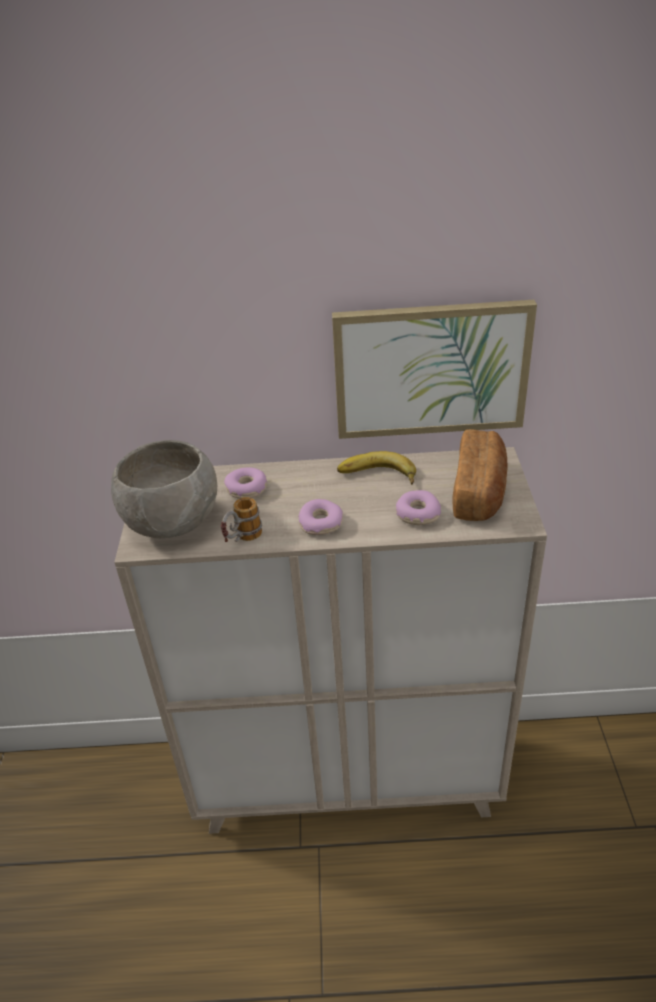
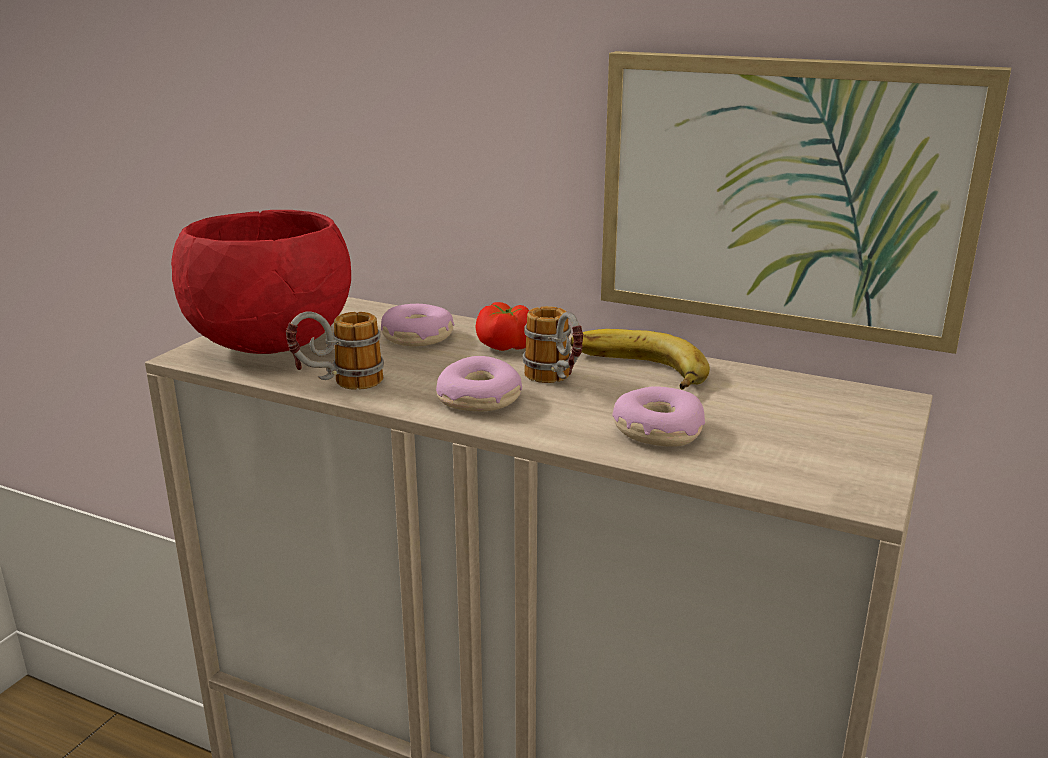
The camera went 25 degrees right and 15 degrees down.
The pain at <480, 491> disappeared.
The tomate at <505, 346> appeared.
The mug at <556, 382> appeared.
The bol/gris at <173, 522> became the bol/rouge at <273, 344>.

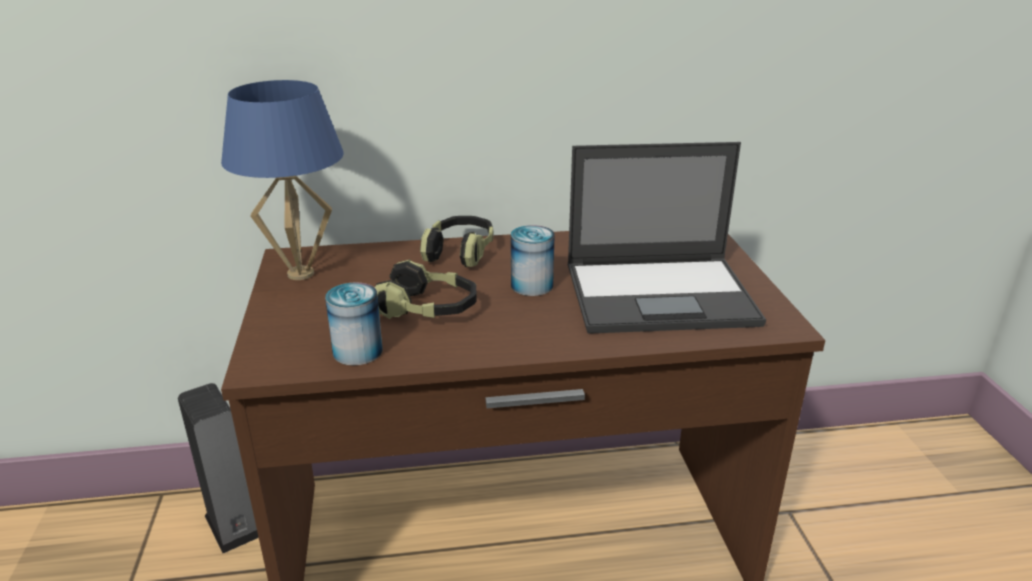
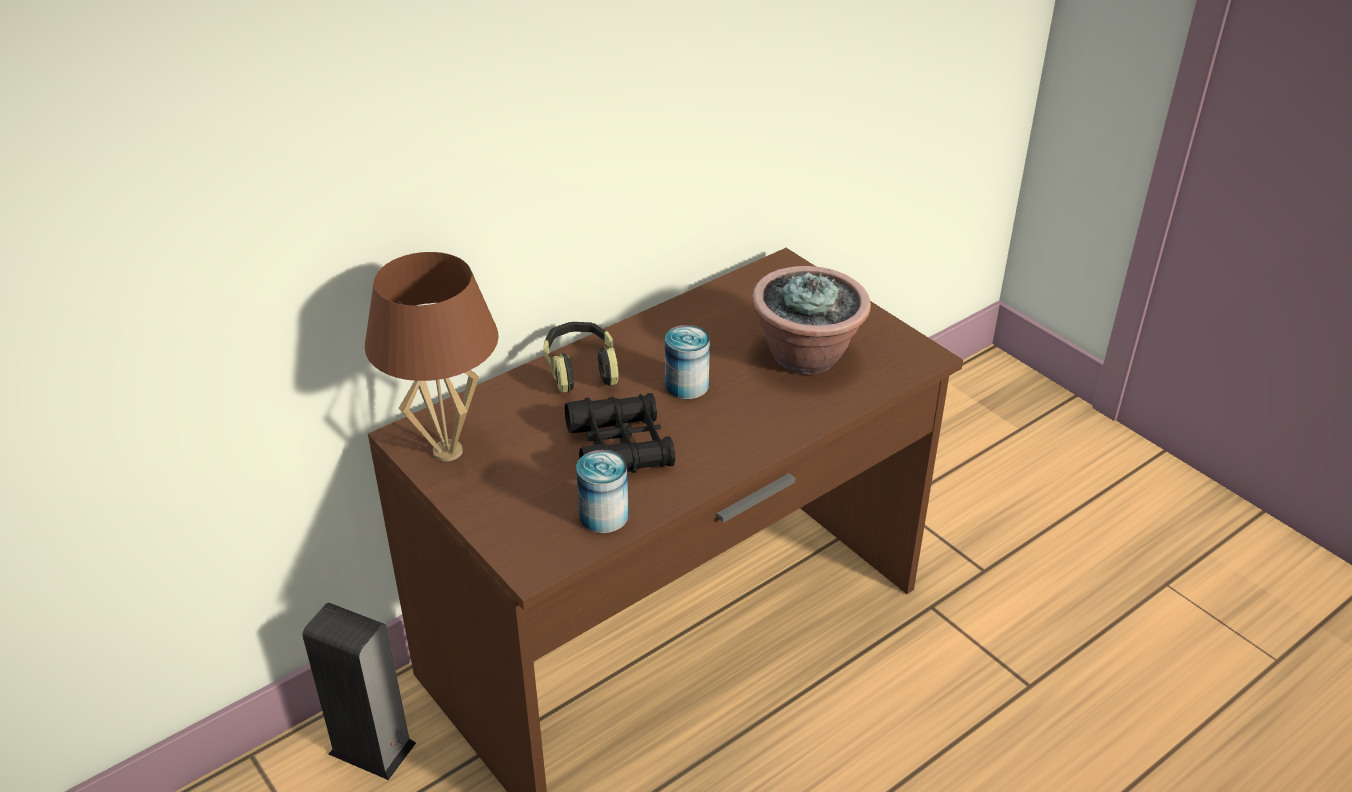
The camera went 30 degrees left and 10 degrees up.
The casque audio at <428, 310> was replaced by the jumelles/noir at <620, 447>.
The ordinateur portable at <661, 294> was replaced by the plante en pot at <806, 356>.
The lampe de table/bleu at <300, 274> became the lampe de table/marron at <447, 452>.

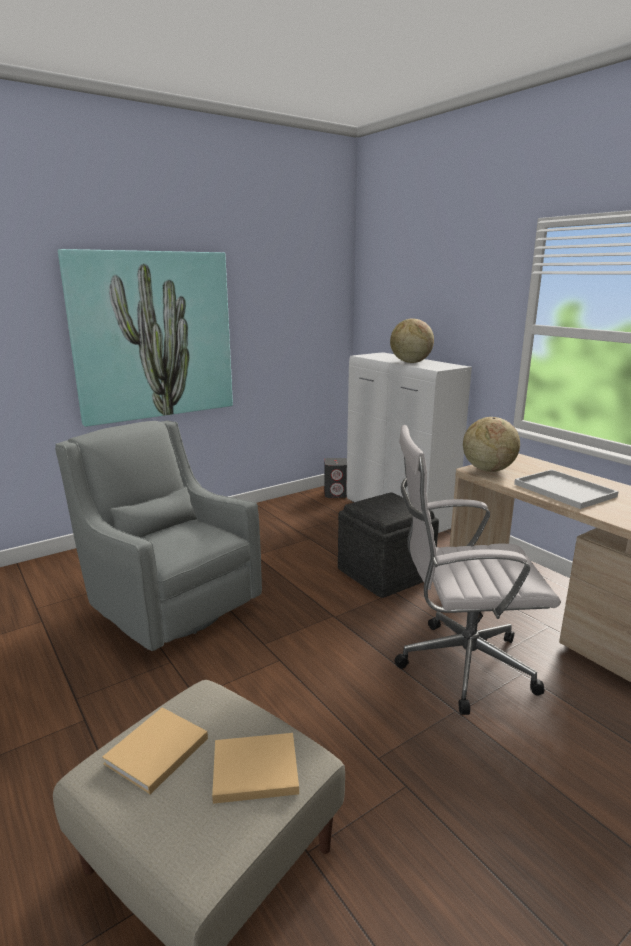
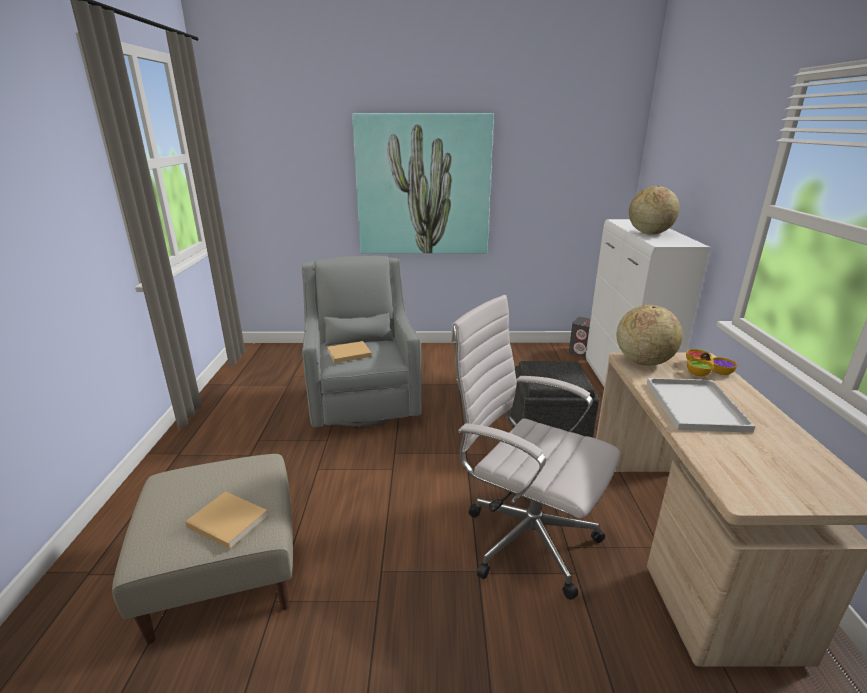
The camera went 35 degrees right and 5 degrees up.
The bol at <705, 370> appeared.
The livre/beige moved from <154, 753> to <347, 354>.

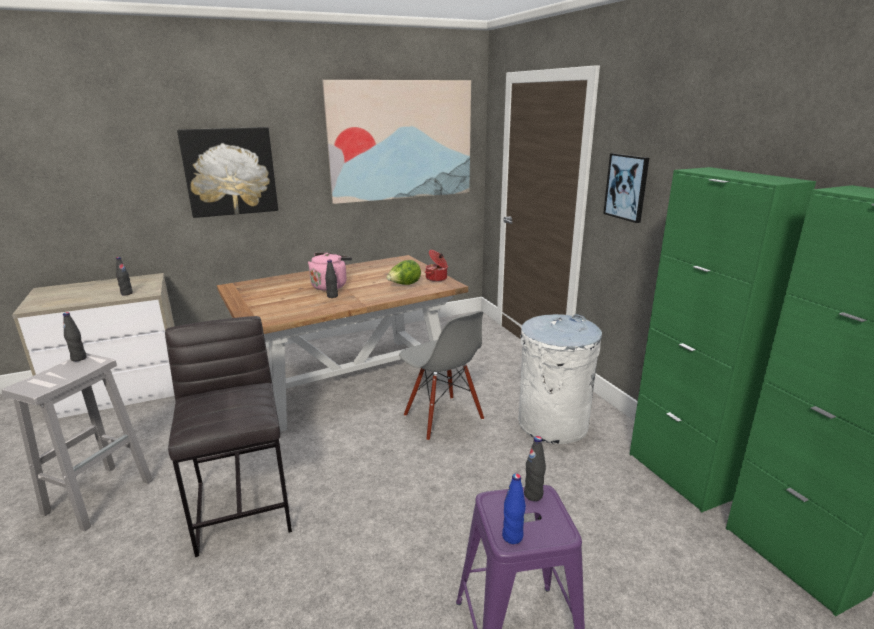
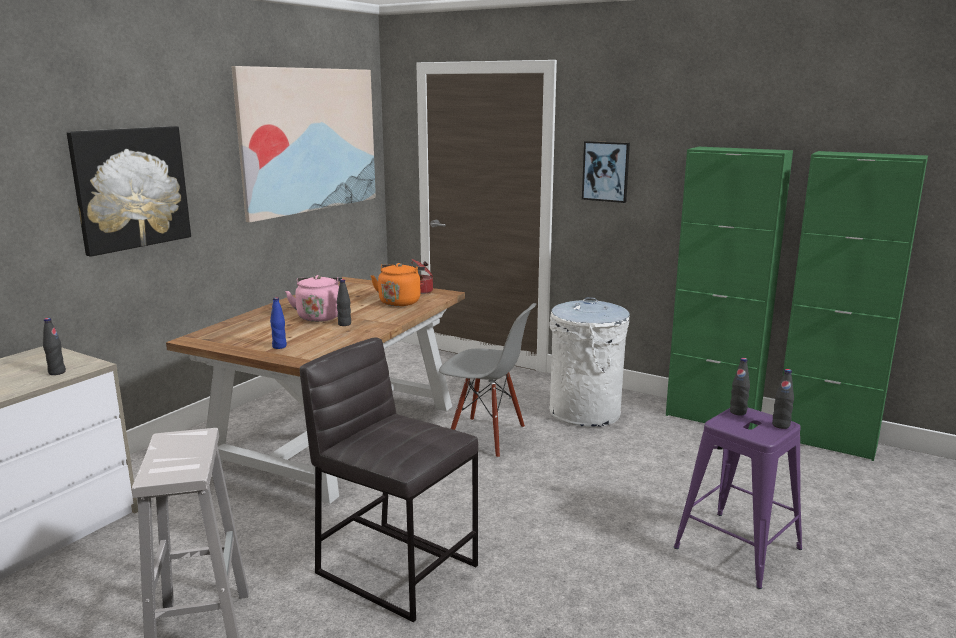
The camera went 35 degrees left and 5 degrees down.
The bouteille/noir moved from <79, 358> to <780, 425>.
The bouteille/bleu moved from <512, 537> to <279, 346>.
The laitue at <404, 285> was replaced by the bouilloire/orange at <400, 302>.

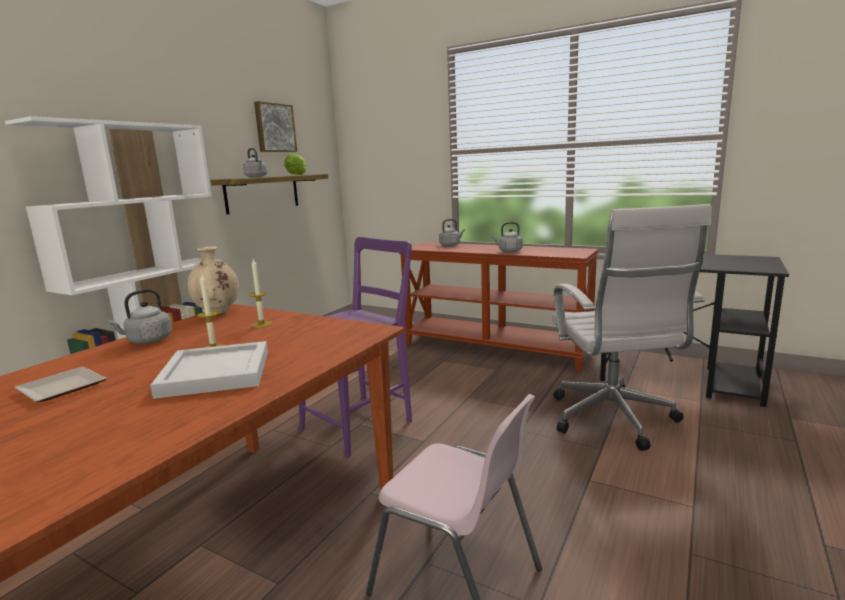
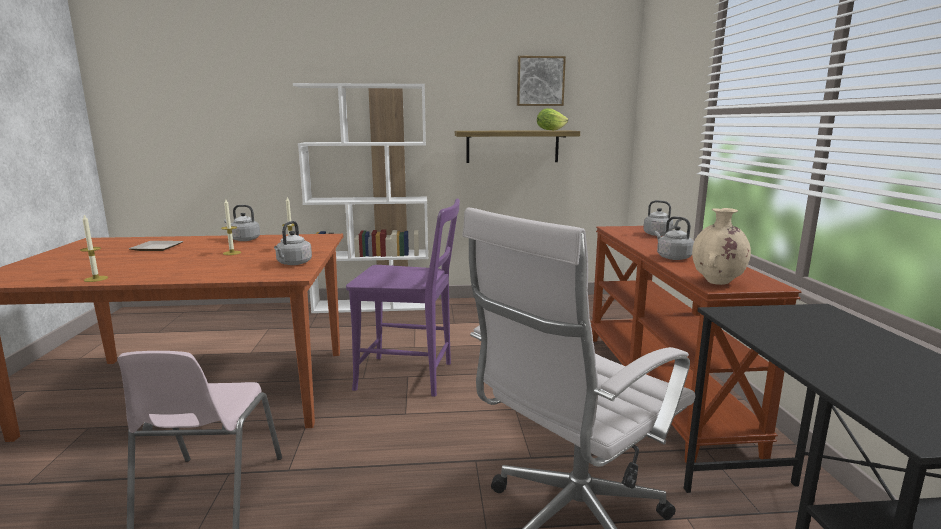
The camera went 55 degrees right and 0 degrees up.
The plateau/blanc at <214, 374> disappeared.
The bougie at <96, 279> appeared.
The vase/beige moved from <218, 312> to <717, 282>.
The bouilloire/gris moved from <256, 177> to <293, 263>.

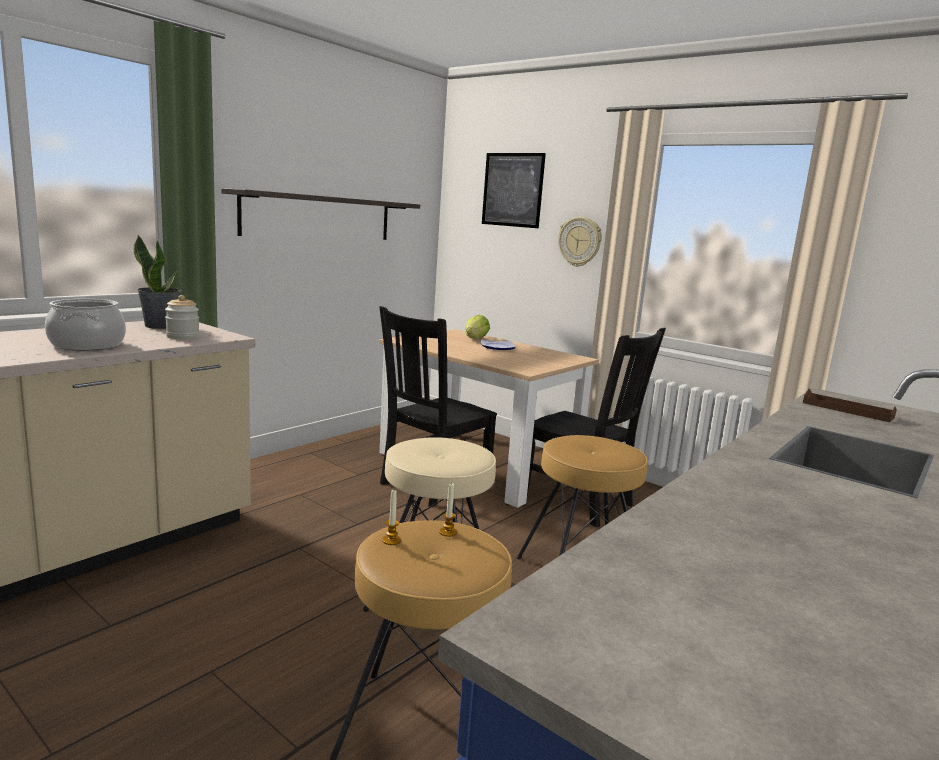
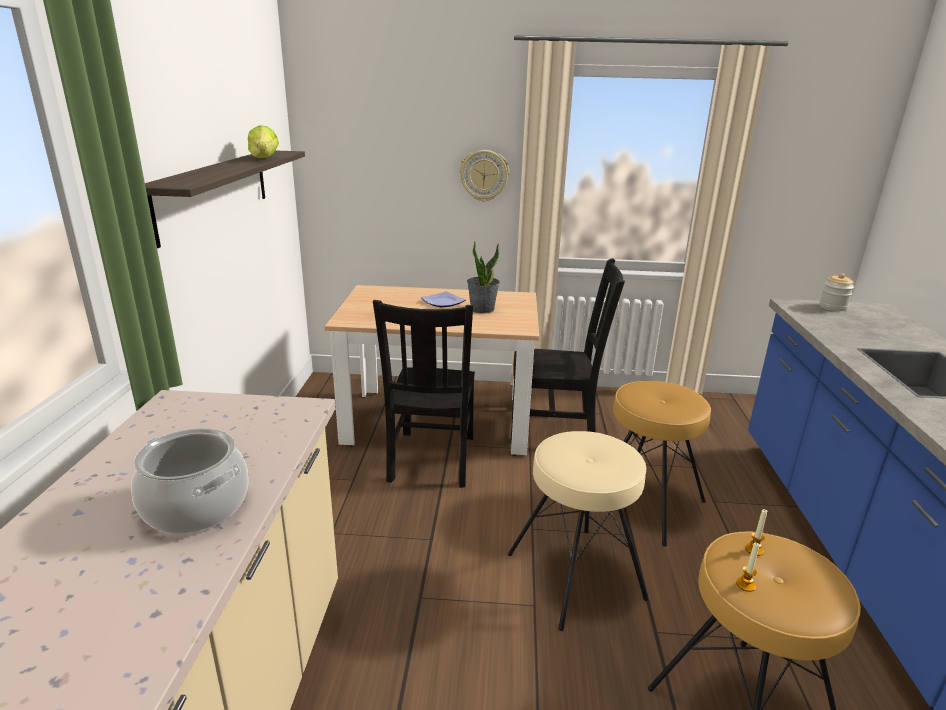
The camera went 35 degrees left and 10 degrees up.
The tableau at <512, 190> disappeared.
The plateau/marron at <847, 410> disappeared.
The plante en pot moved from <161, 326> to <482, 309>.
The bocal moved from <183, 337> to <833, 307>.
The laitue moved from <475, 339> to <264, 159>.

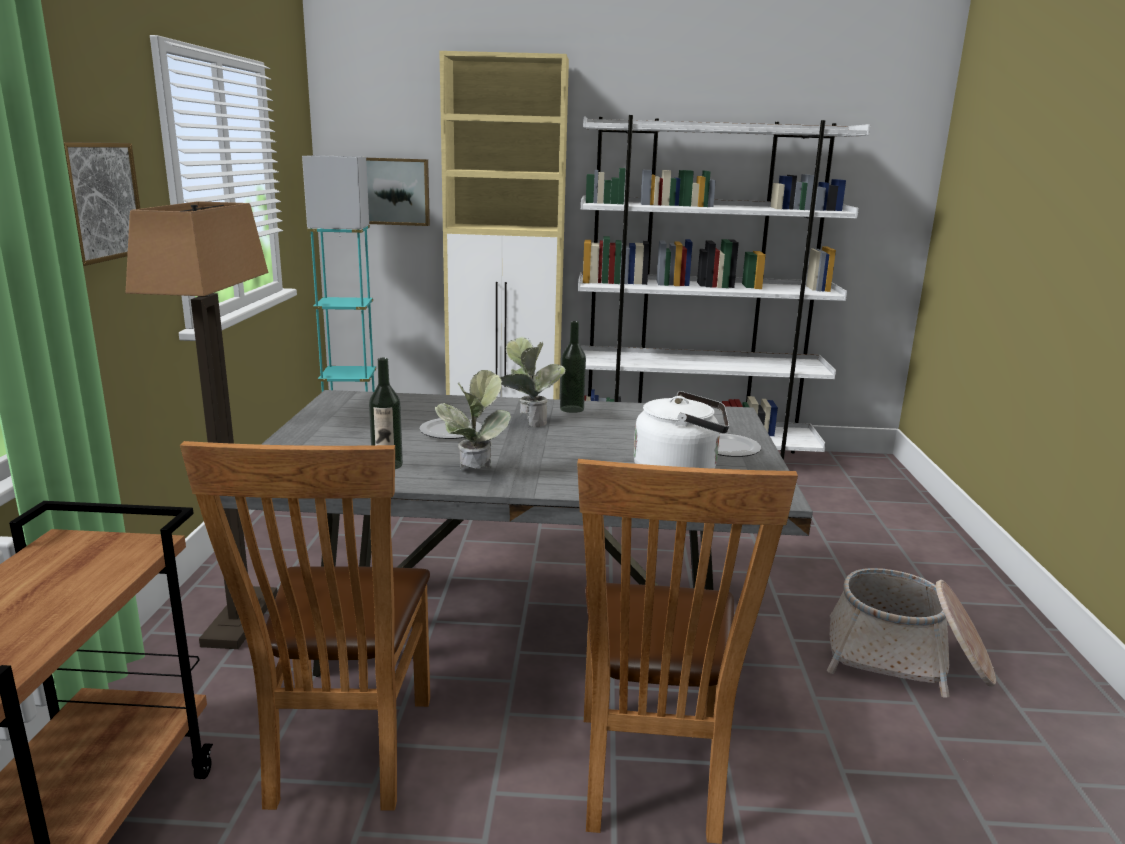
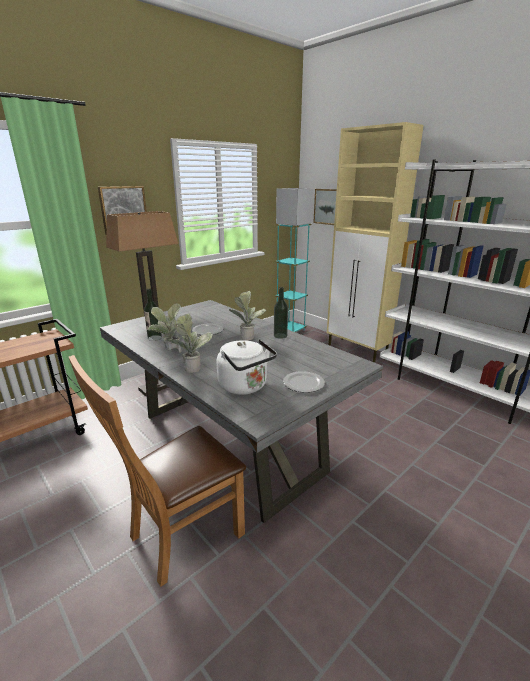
The camera went 45 degrees right and 5 degrees up.
The chaise/marron at <345, 757> disappeared.
The panier at <906, 659> disappeared.
The plante en pot at <191, 367> appeared.

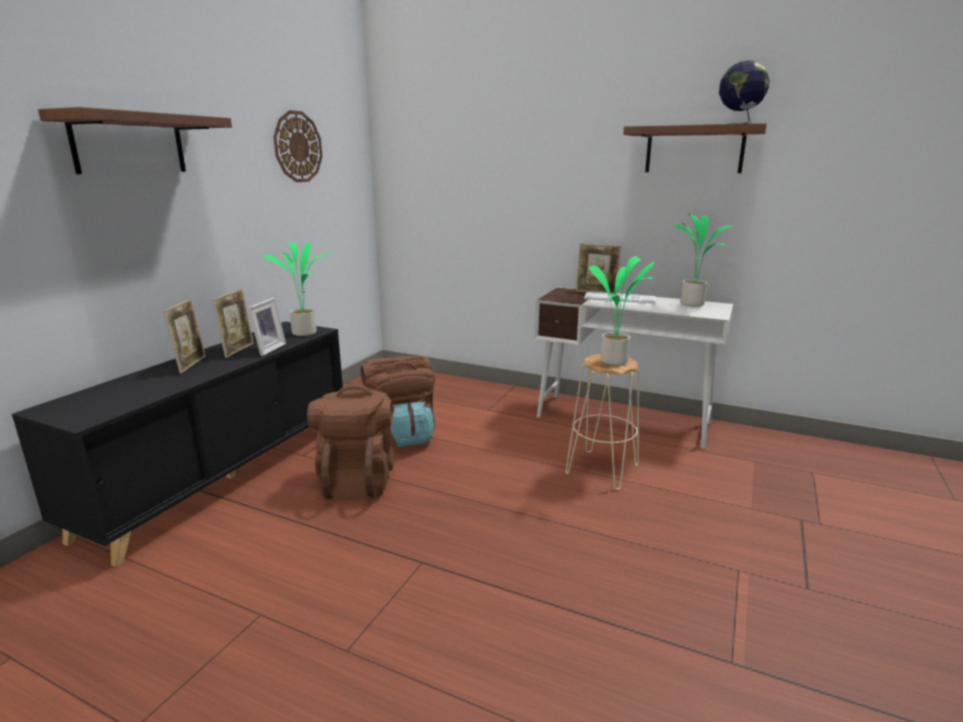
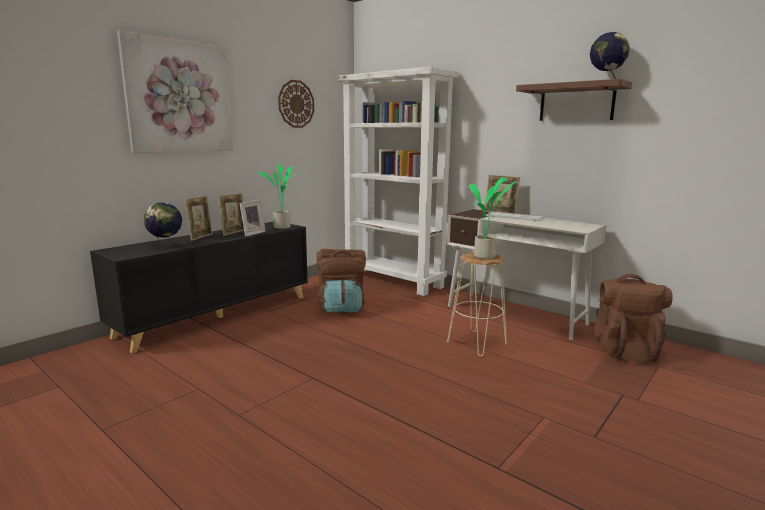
The camera went 15 degrees right and 5 degrees down.
The plante en pot at <692, 303> disappeared.
The globe at <166, 246> appeared.
The bibliothèque/blanc at <394, 281> appeared.
The sac à dos/marron moved from <358, 480> to <624, 349>.
The étagère at <129, 144> was replaced by the tableau at <179, 97>.

